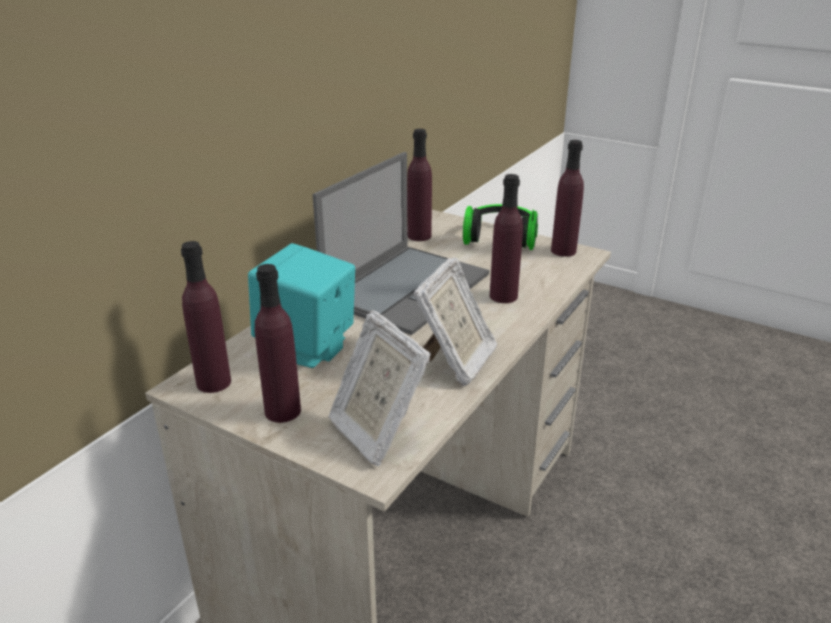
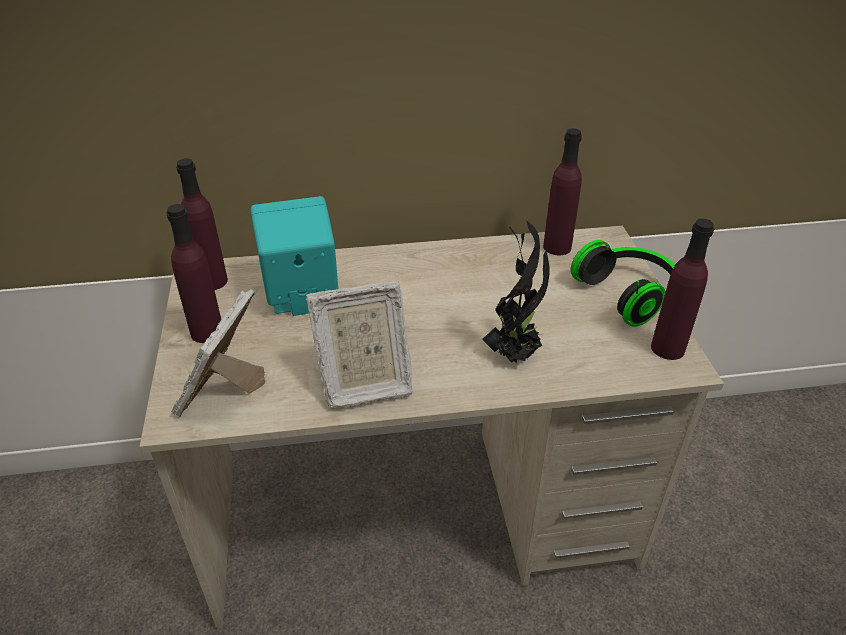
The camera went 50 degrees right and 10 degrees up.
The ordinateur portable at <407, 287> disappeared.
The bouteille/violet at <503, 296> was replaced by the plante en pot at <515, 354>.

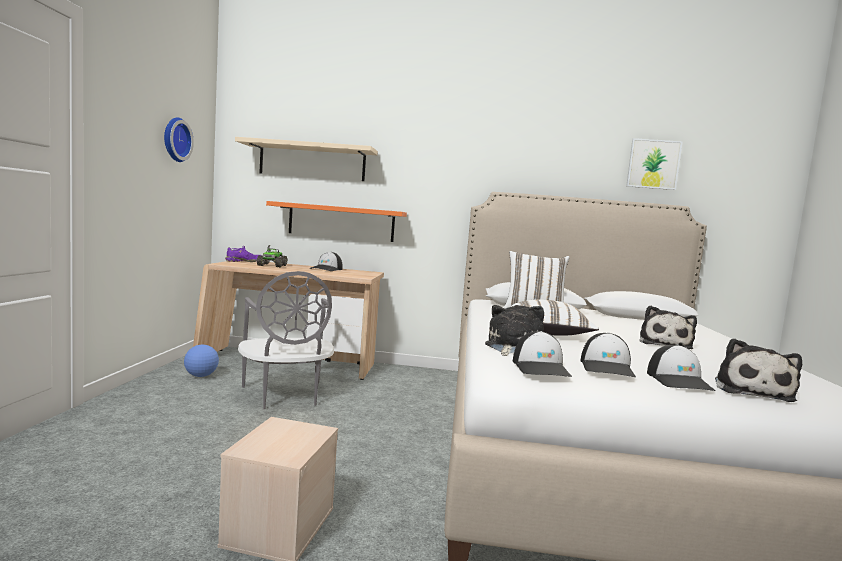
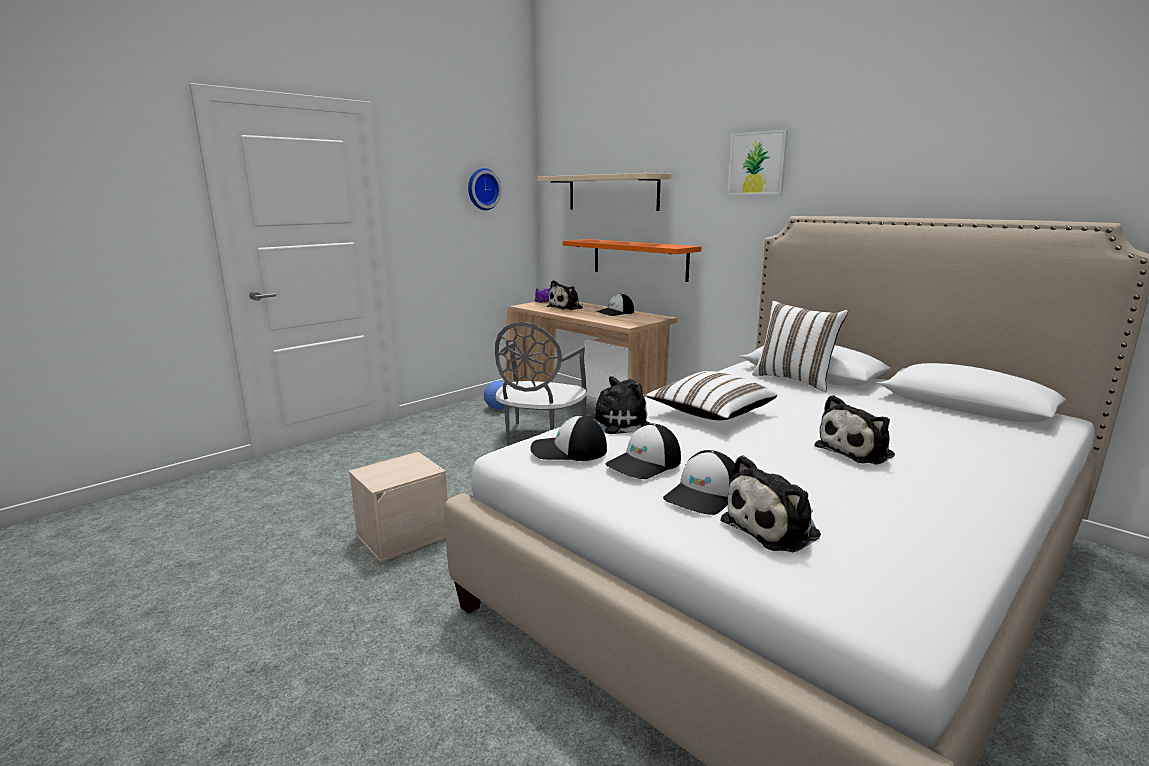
The camera went 40 degrees right and 10 degrees up.
The tableau moved from <653, 164> to <757, 163>.
The camion jouet at <272, 265> was replaced by the peluche at <567, 307>.
The casquette at <541, 368> turned 60 degrees clockwise.

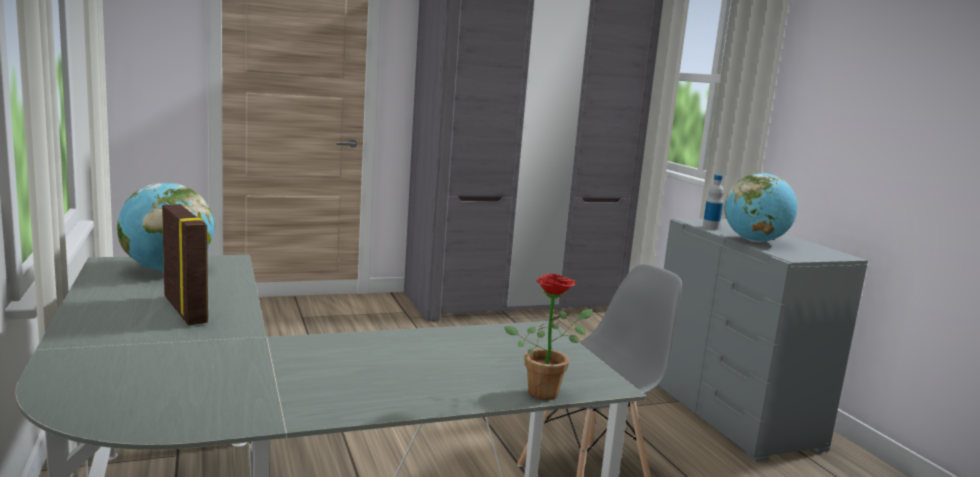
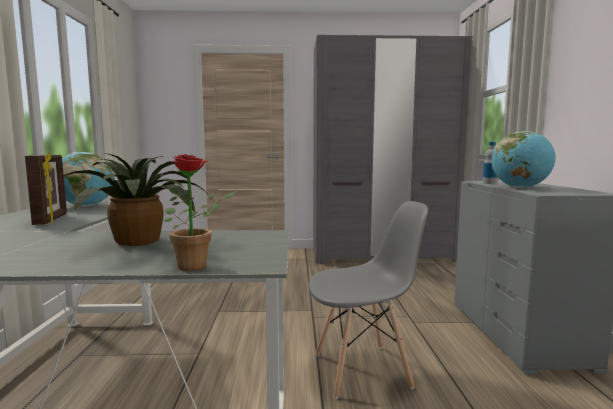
The camera went 20 degrees right and 5 degrees down.
The plante en pot at <142, 241> appeared.

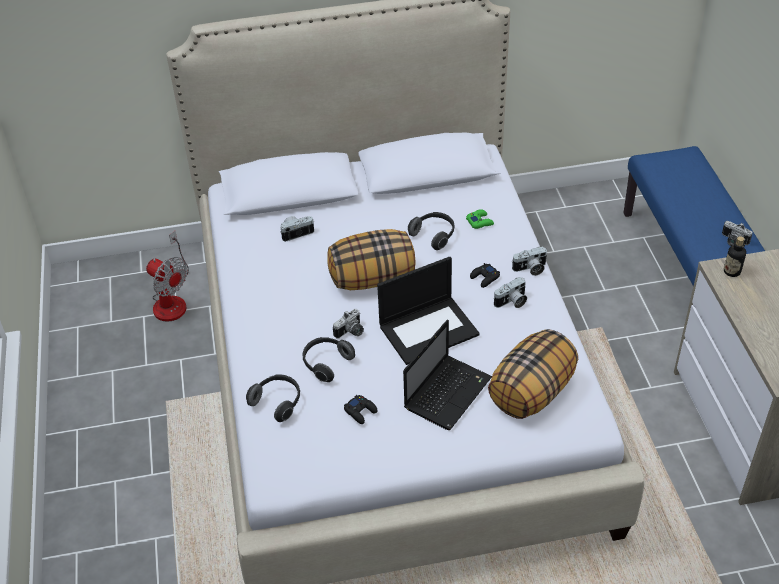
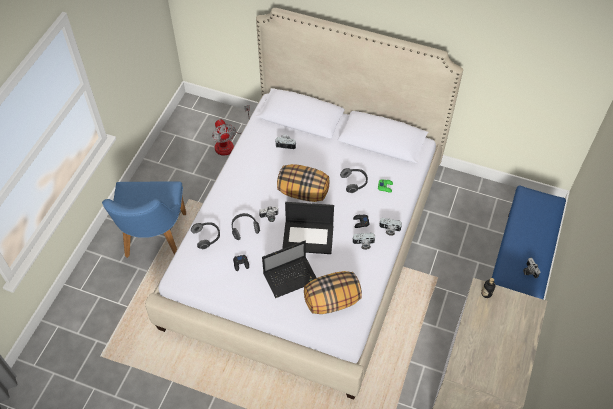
The camera went 30 degrees right and 10 degrees up.
The chaise/bleu at <153, 240> appeared.

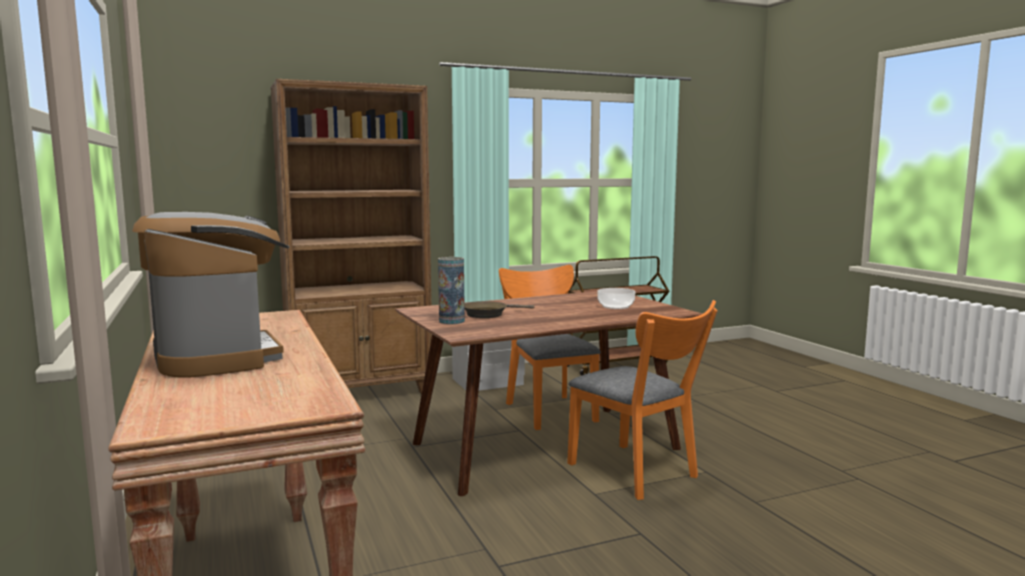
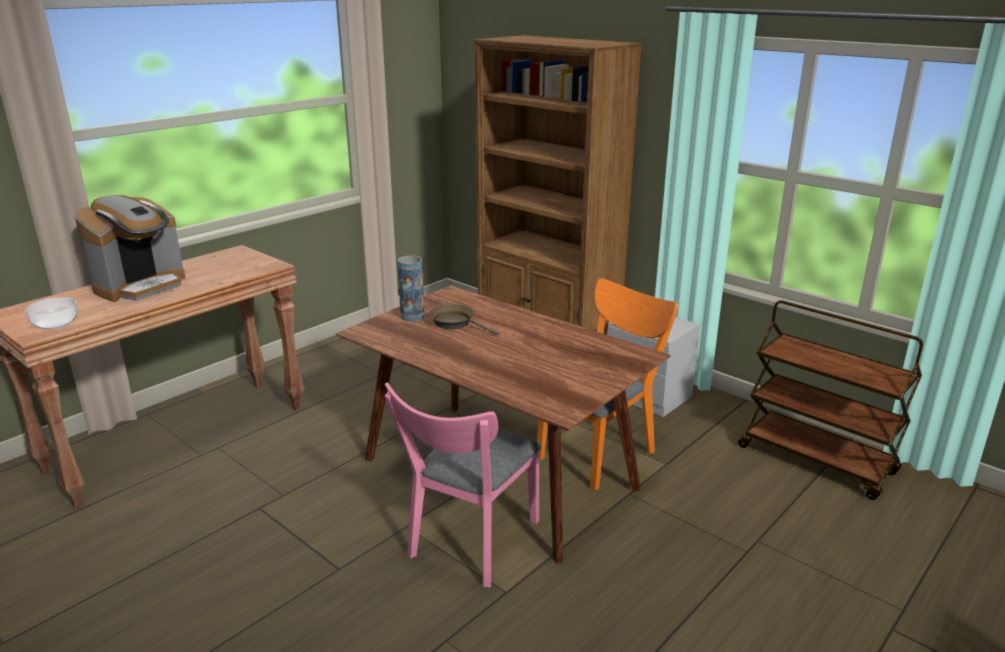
The camera went 65 degrees right and 15 degrees up.
The bol moved from <615, 306> to <55, 323>.
The chaise/orange at <638, 473> became the chaise/rose at <469, 544>.

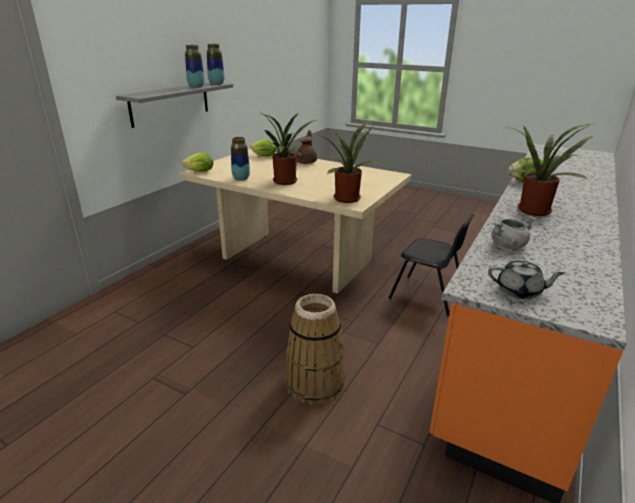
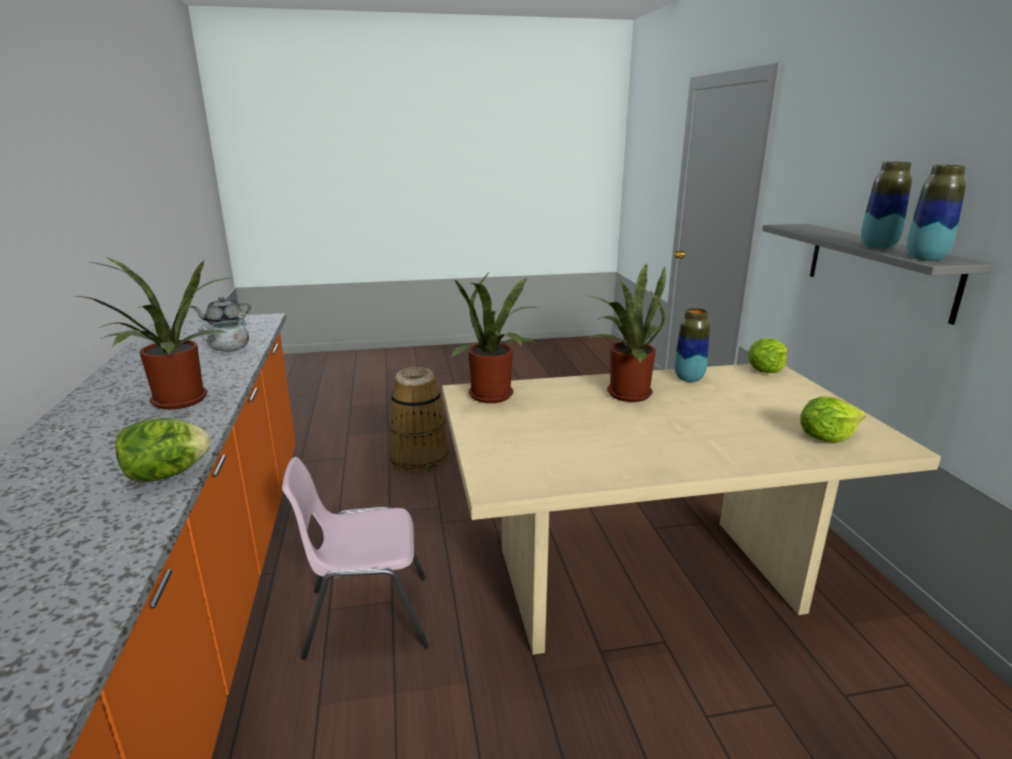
The camera went 140 degrees right and 5 degrees down.
The théière/marron at <307, 162> disappeared.
The chaise/noir at <427, 296> became the chaise/rose at <366, 616>.

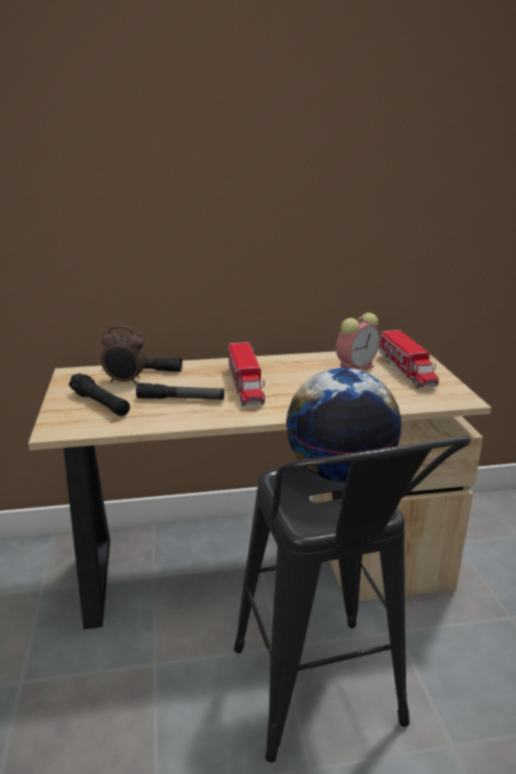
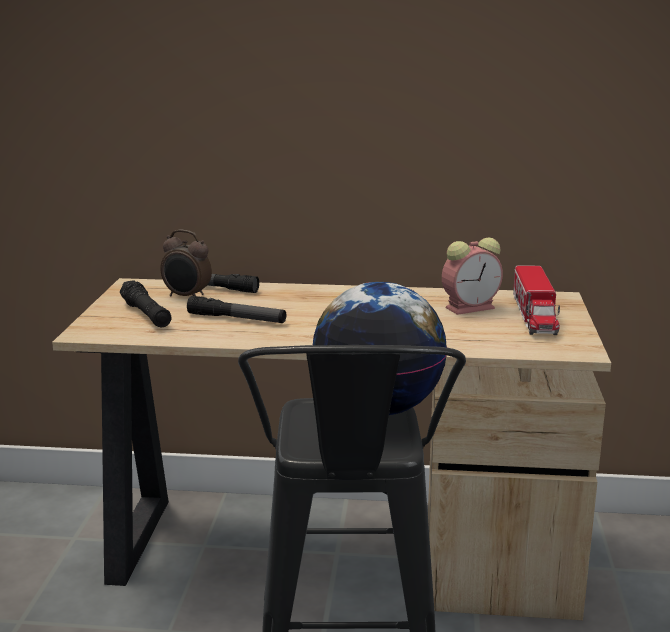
The camera went 15 degrees right and 5 degrees down.
The camion jouet at <245, 386> disappeared.

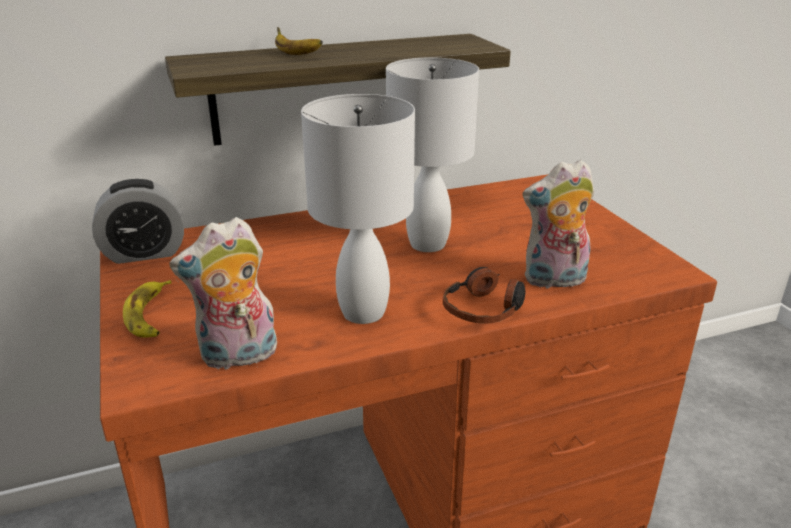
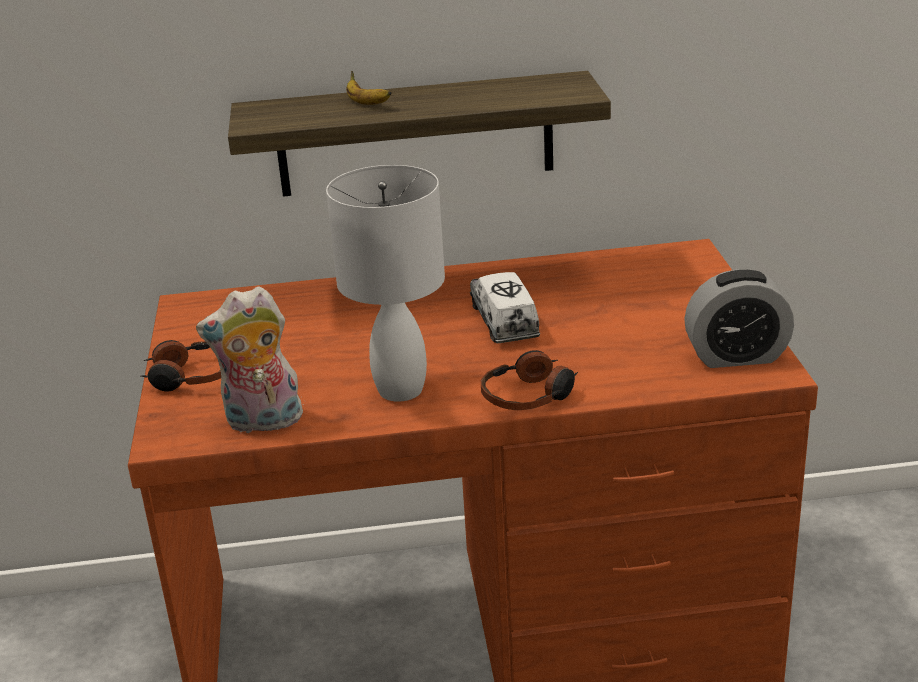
The camera went 15 degrees right and 0 degrees up.
The peluche at <554, 280> disappeared.
The réveil moved from <145, 253> to <736, 356>.
The banane at <150, 315> was replaced by the casque audio at <191, 376>.
The lampe de table/blanc at <427, 244> was replaced by the camion jouet at <504, 321>.

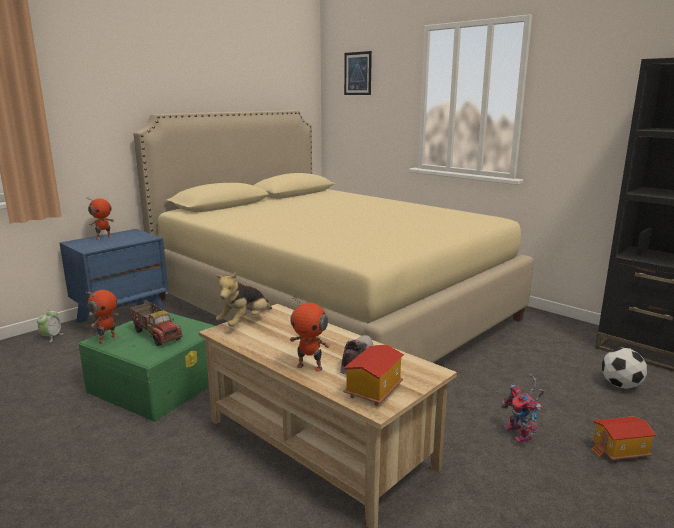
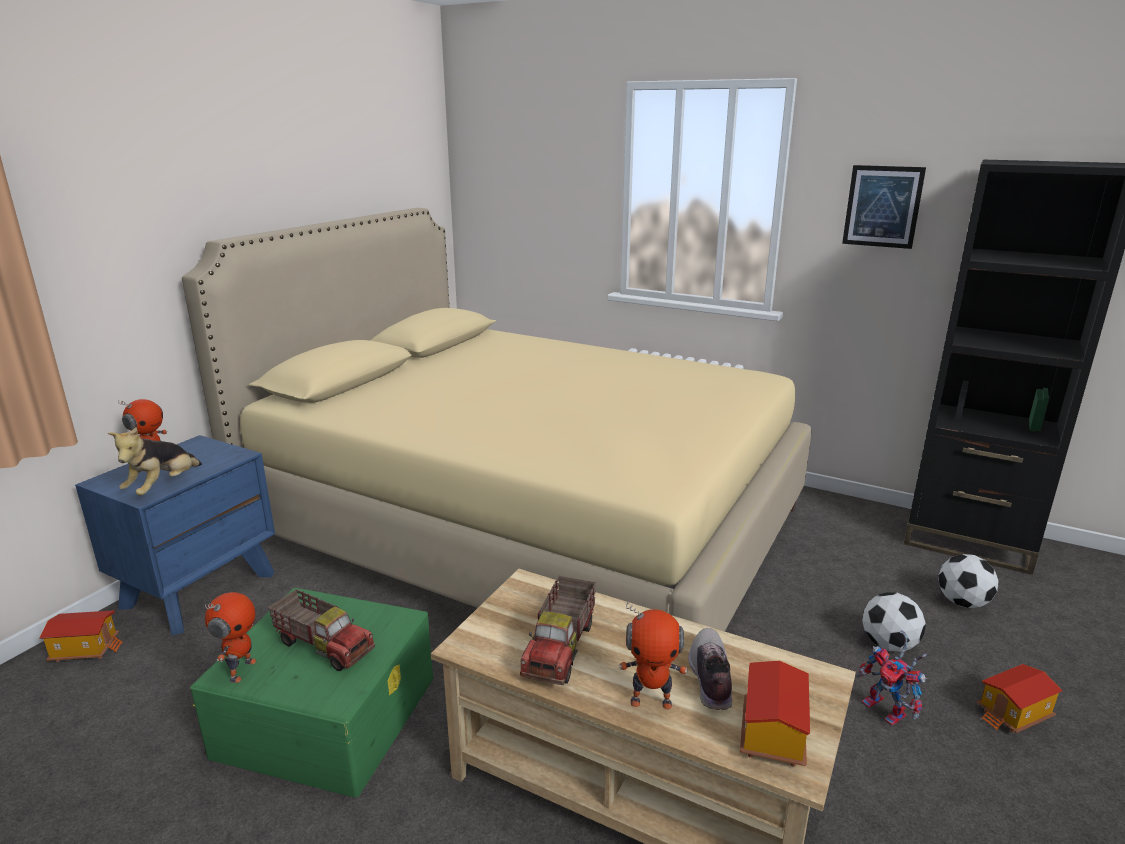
The camera went 15 degrees left and 5 degrees up.
The camion jouet at <561, 648> appeared.
The ballon de foot at <888, 644> appeared.
The peluche moved from <245, 322> to <163, 487>.
The tableau moved from <357, 73> to <882, 206>.
The réveil at <51, 337> was replaced by the maison miniature at <86, 650>.

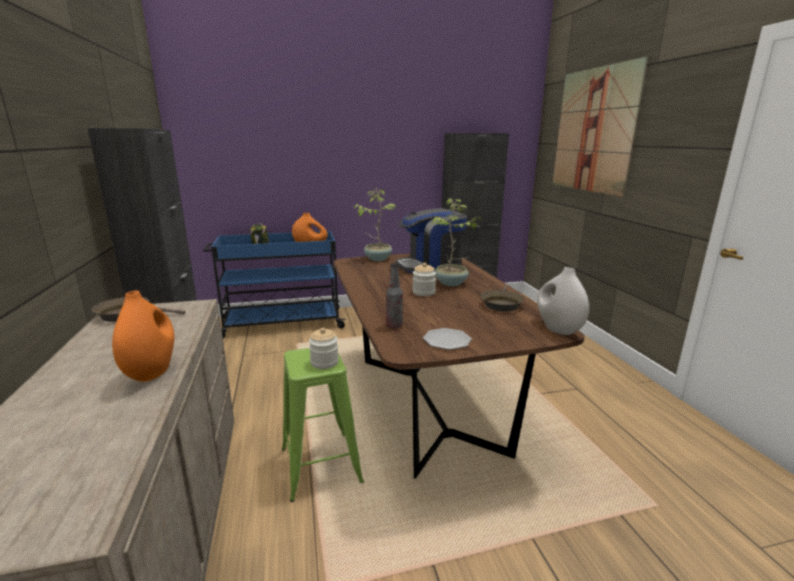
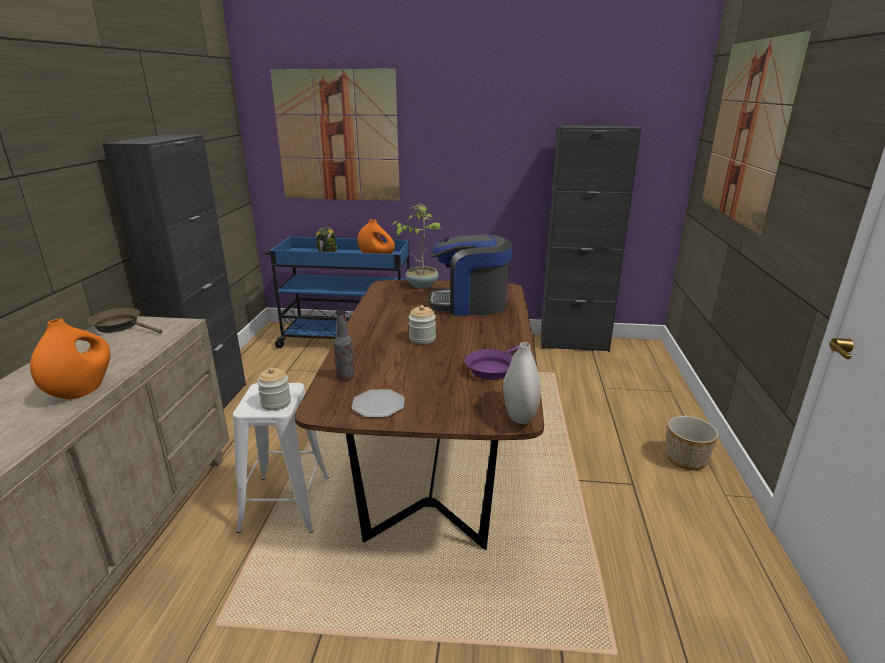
The camera went 20 degrees right and 5 degrees up.
The plante en pot at <451, 283> disappeared.
The tableau at <337, 137> appeared.
The cache-pot at <685, 459> appeared.
The tabouret/vert at <320, 465> became the tabouret/blanc at <285, 504>.
The poêle/marron at <501, 304> became the poêle/violet at <493, 368>.

